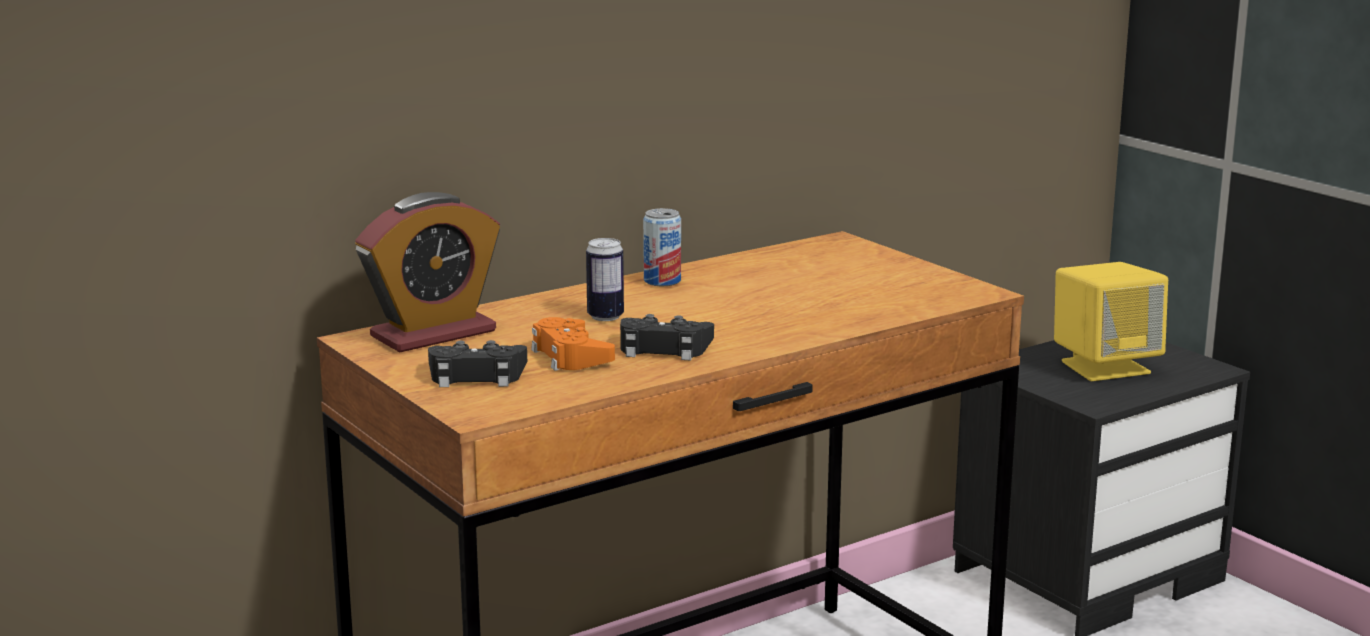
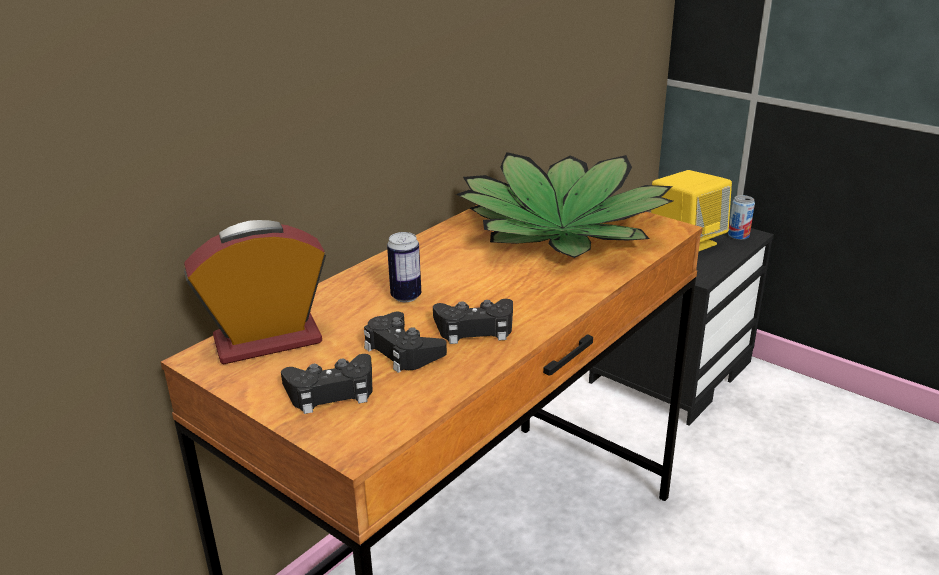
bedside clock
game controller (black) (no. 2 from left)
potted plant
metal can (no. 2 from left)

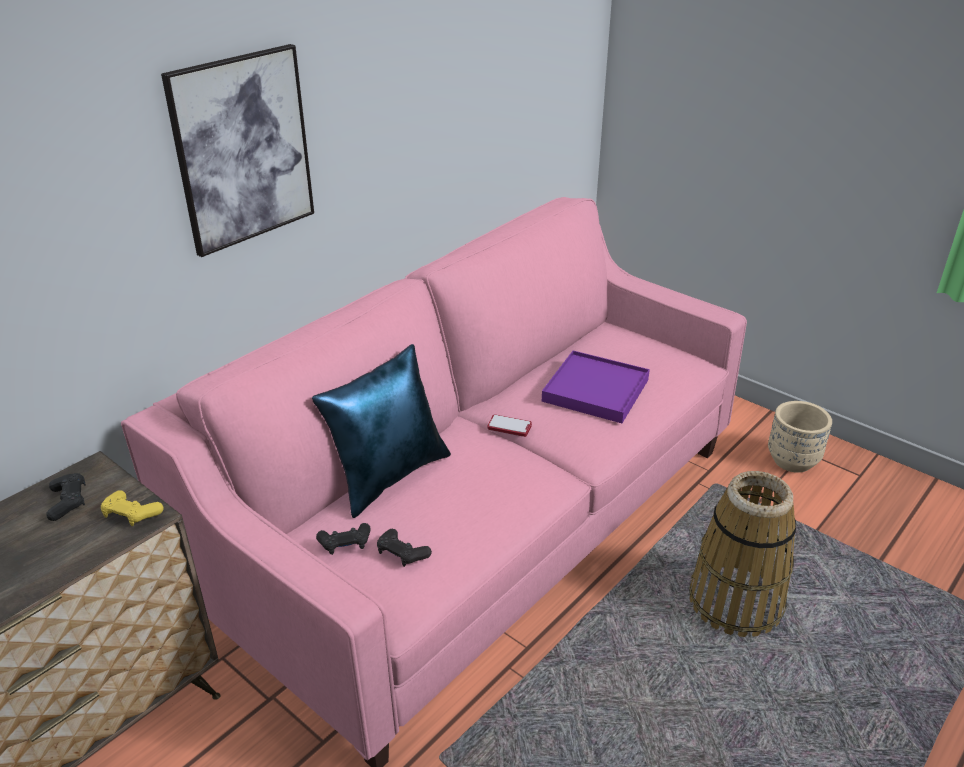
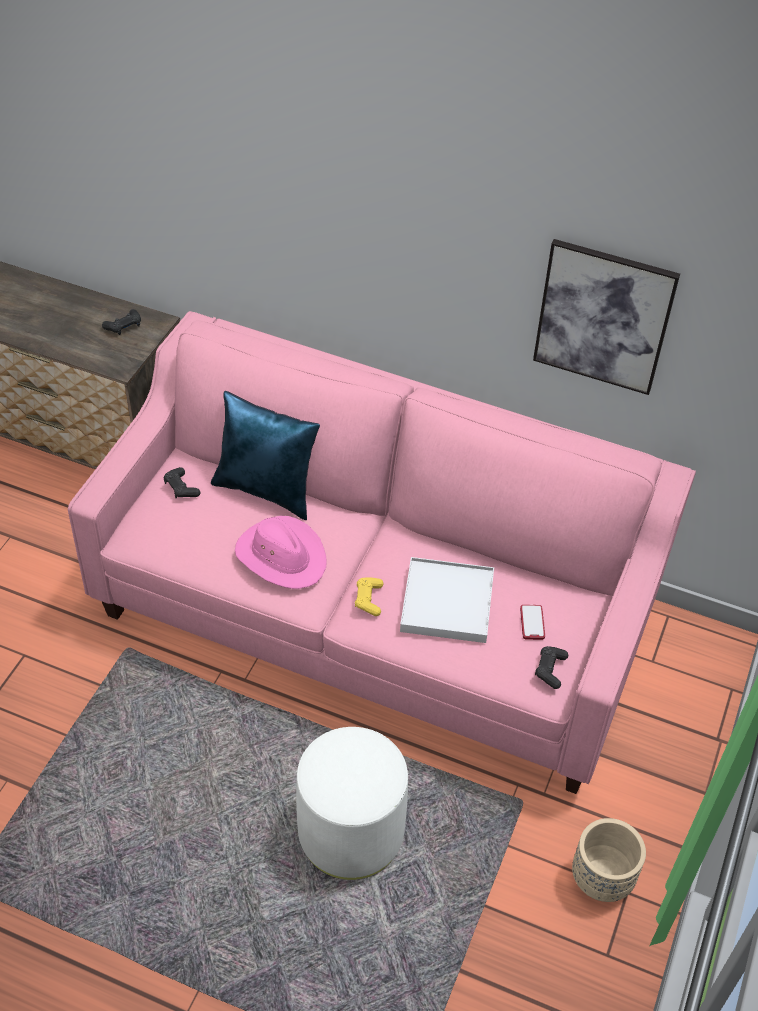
wearable hat (pinkish)
pouffe (white-coloured)
game controller (yellow)
carrying tray (white-coloured)
phone
wall picture
game controller (black) (no. 3 from left)

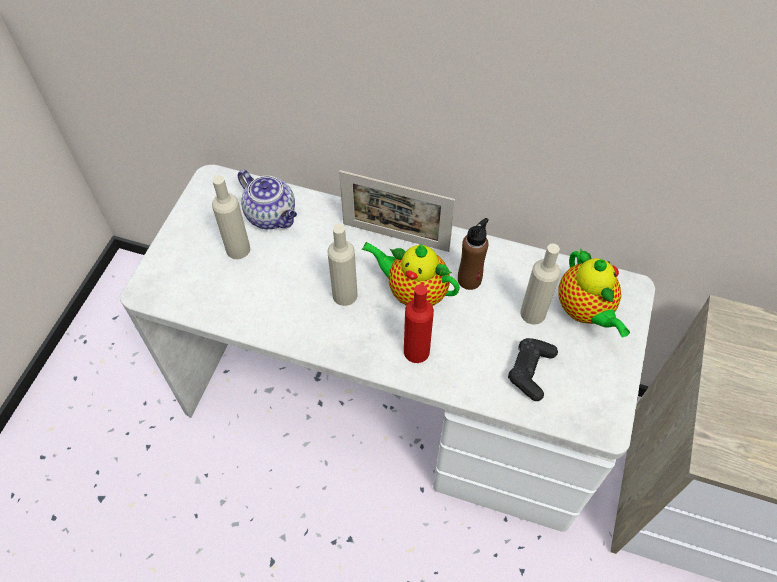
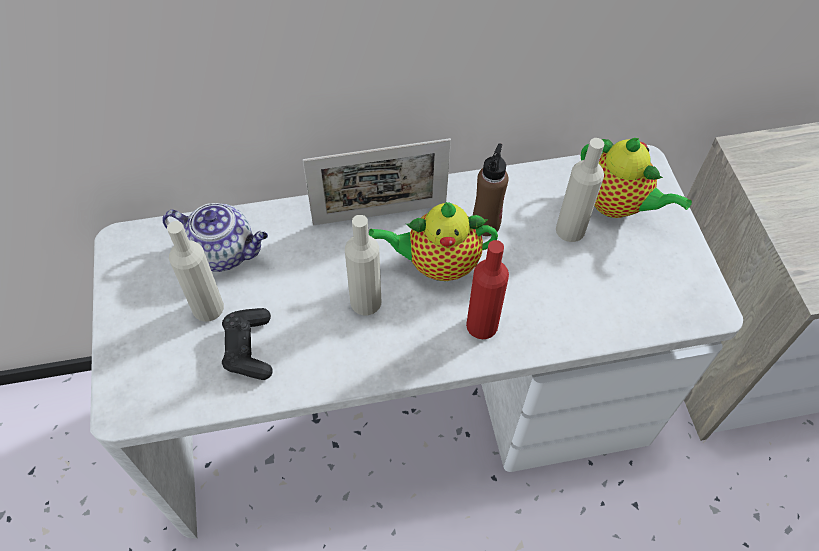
game controller (black)

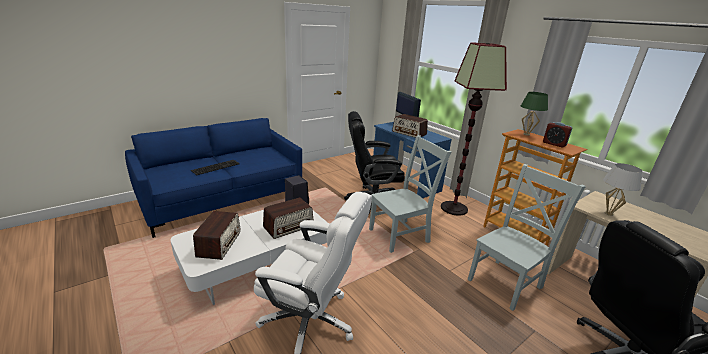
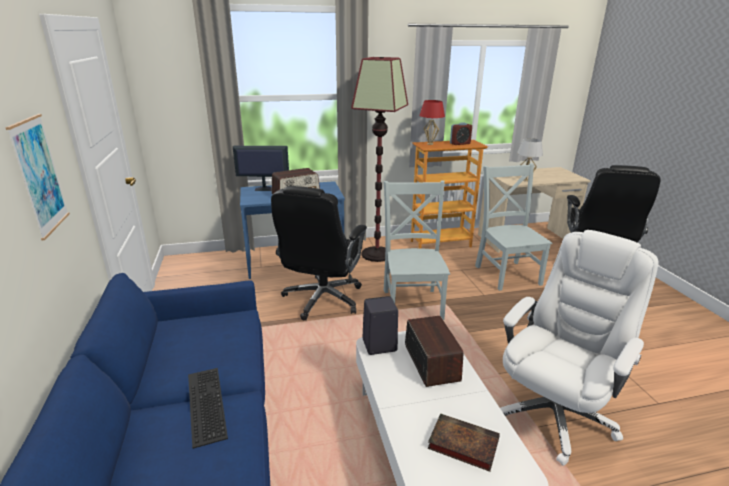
wall picture
table lamp (reddish)
volume

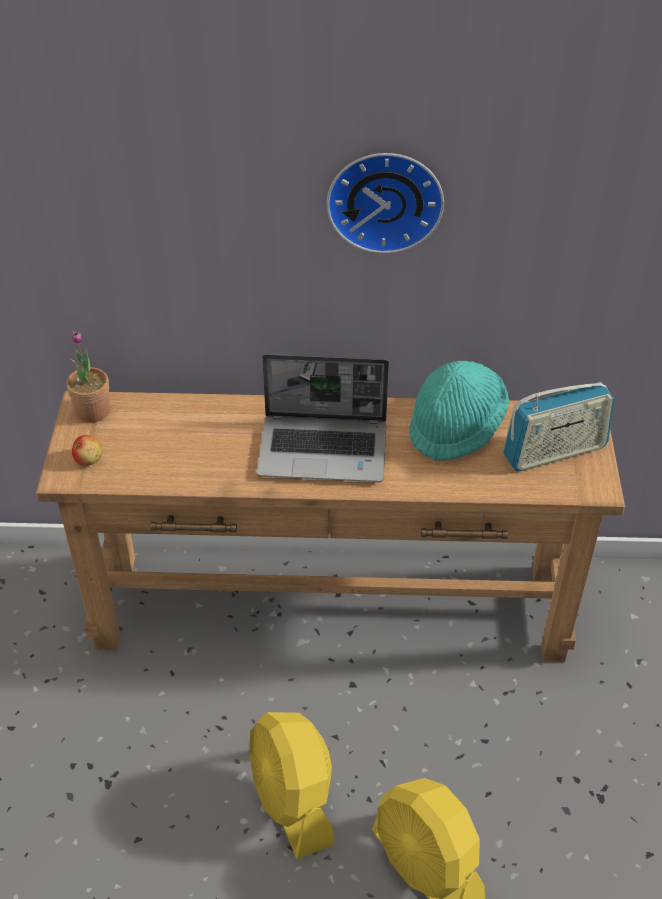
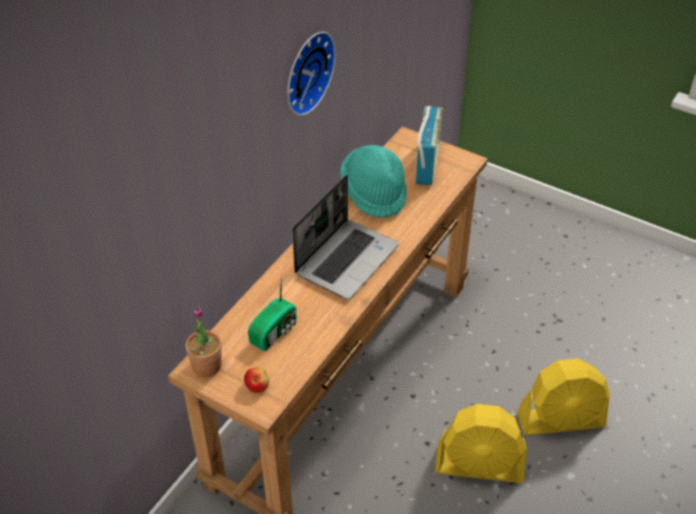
radio (no. 1 from left)

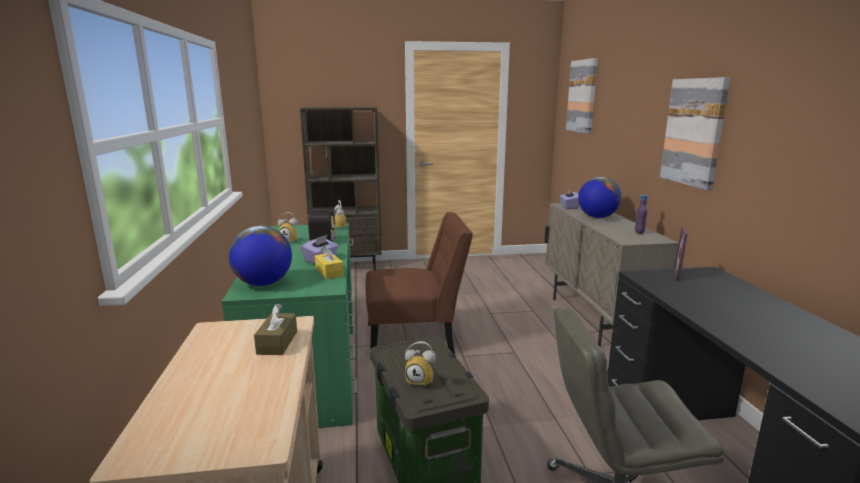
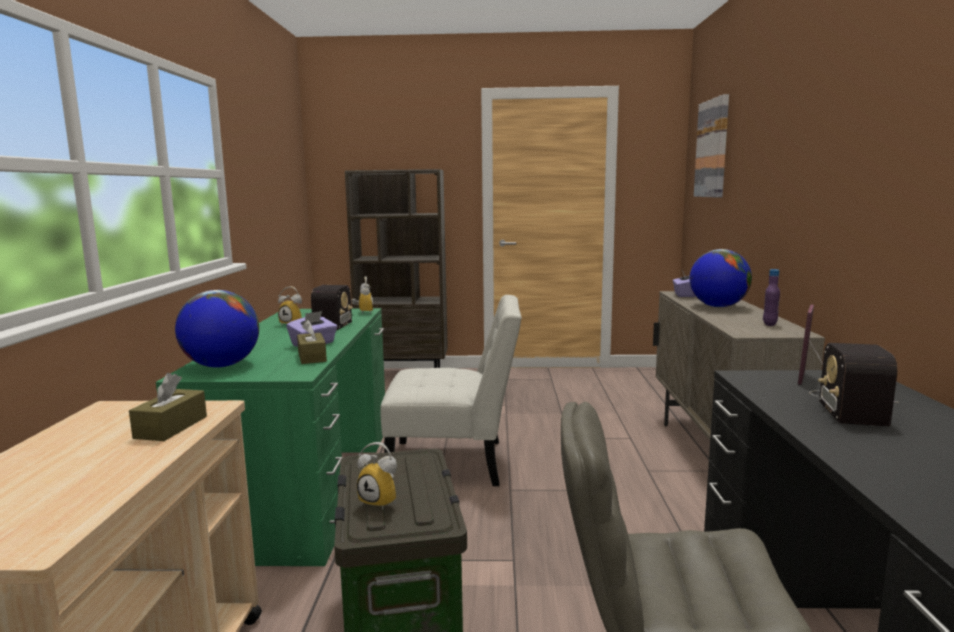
tissue holder (brownish) (no. 2 from left)
upright chair (white-coloured)
radio (no. 2 from left)
wall picture (no. 2 from left in the first image)

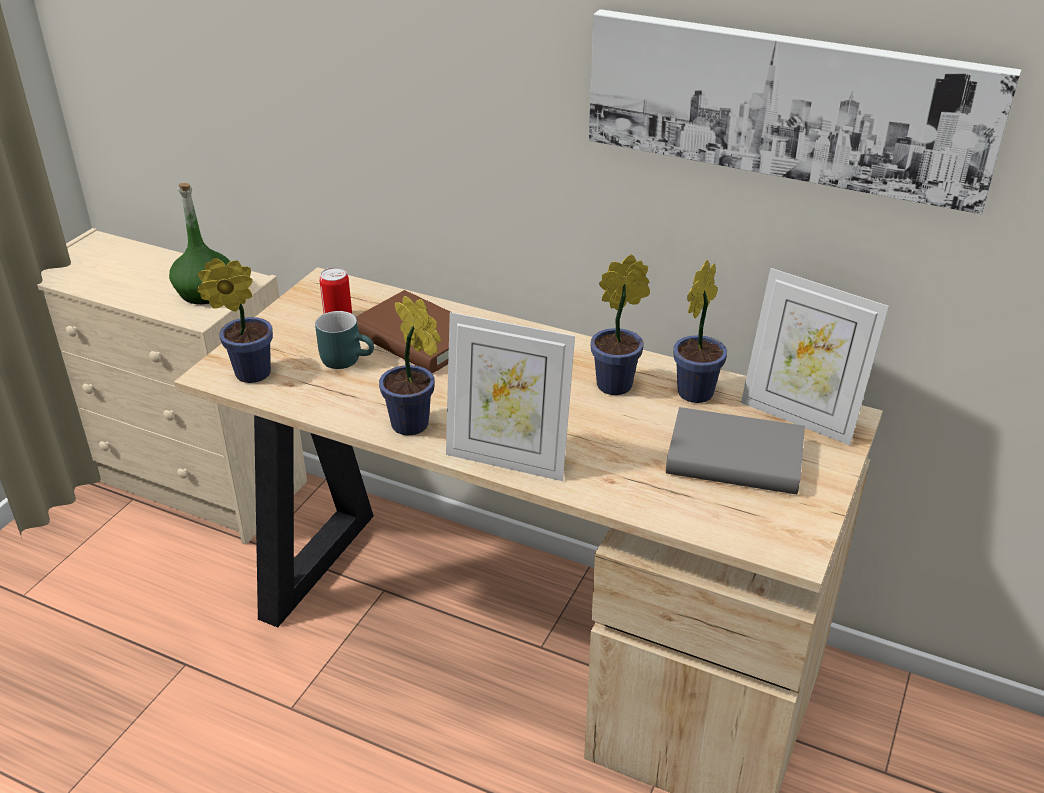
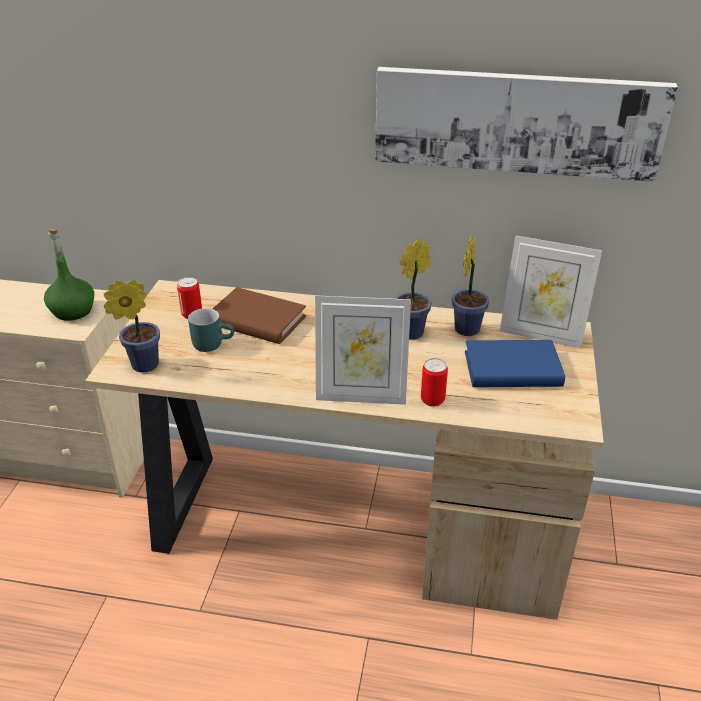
metal can (no. 2 from left)
volume (blue-coloured)
potted plant (no. 2 from left in the first image)

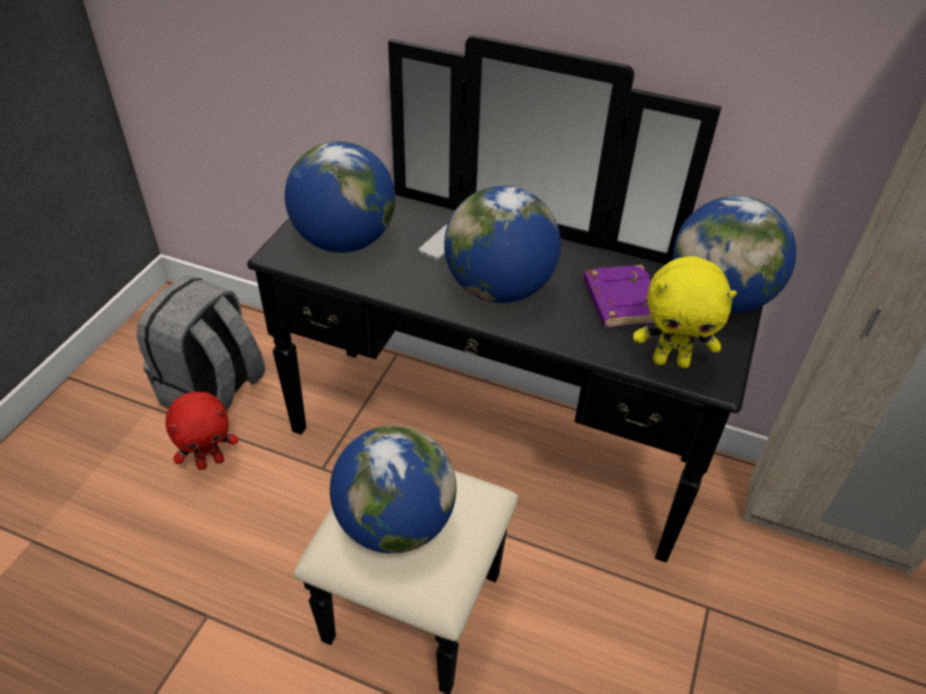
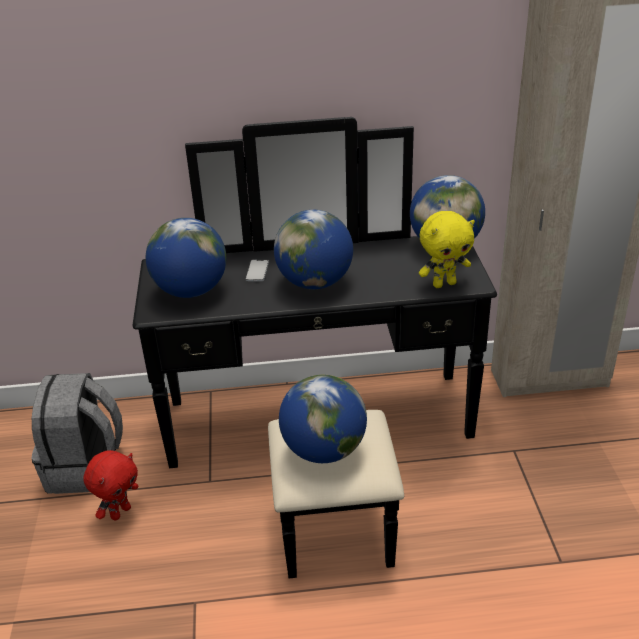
volume (purple)

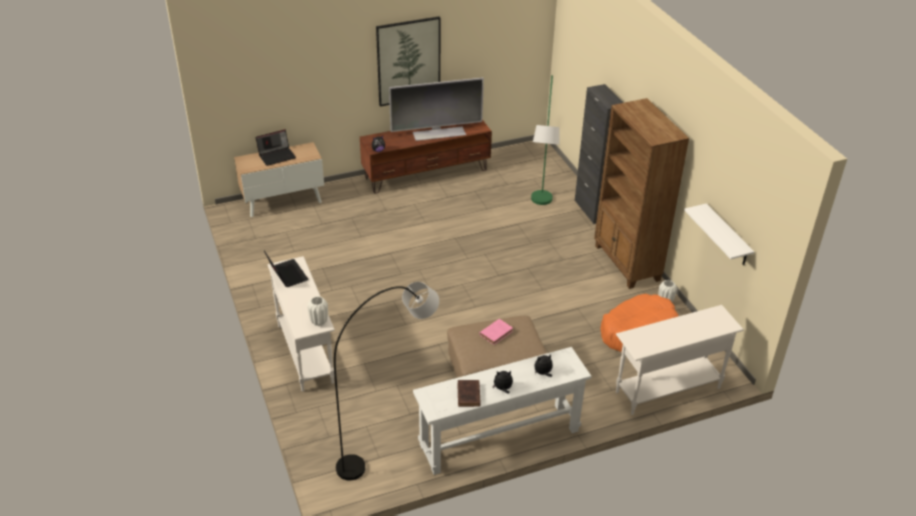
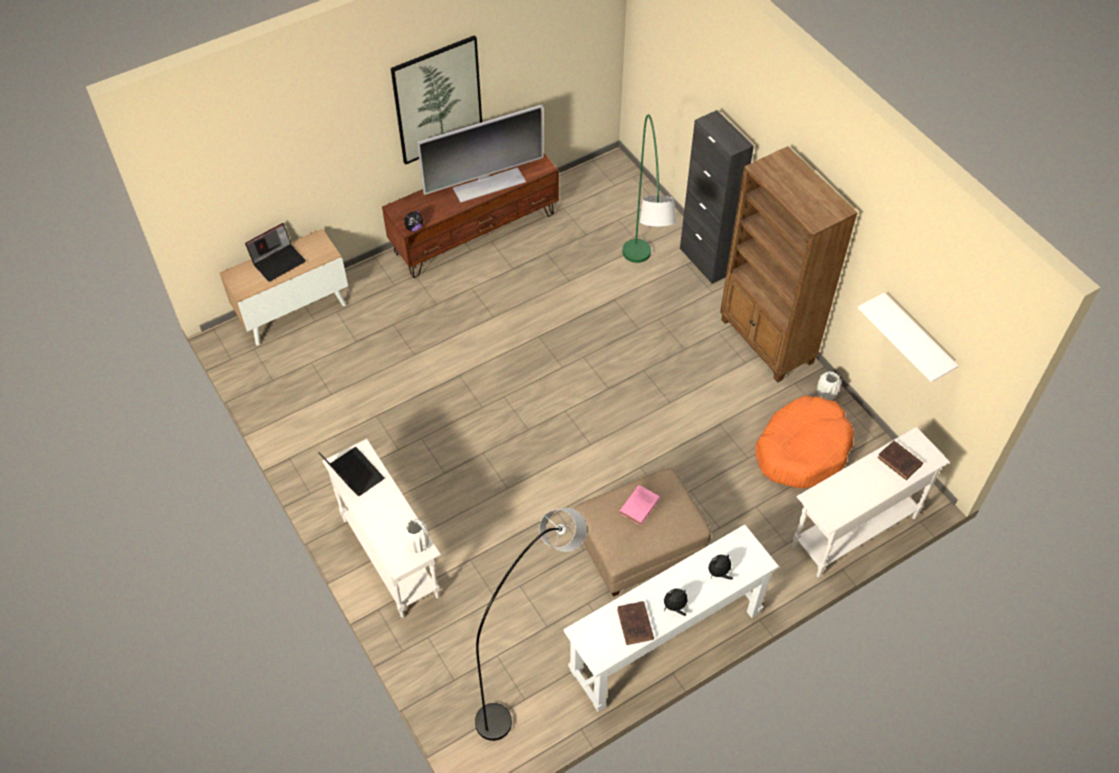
volume (brownish) (no. 2 from left)

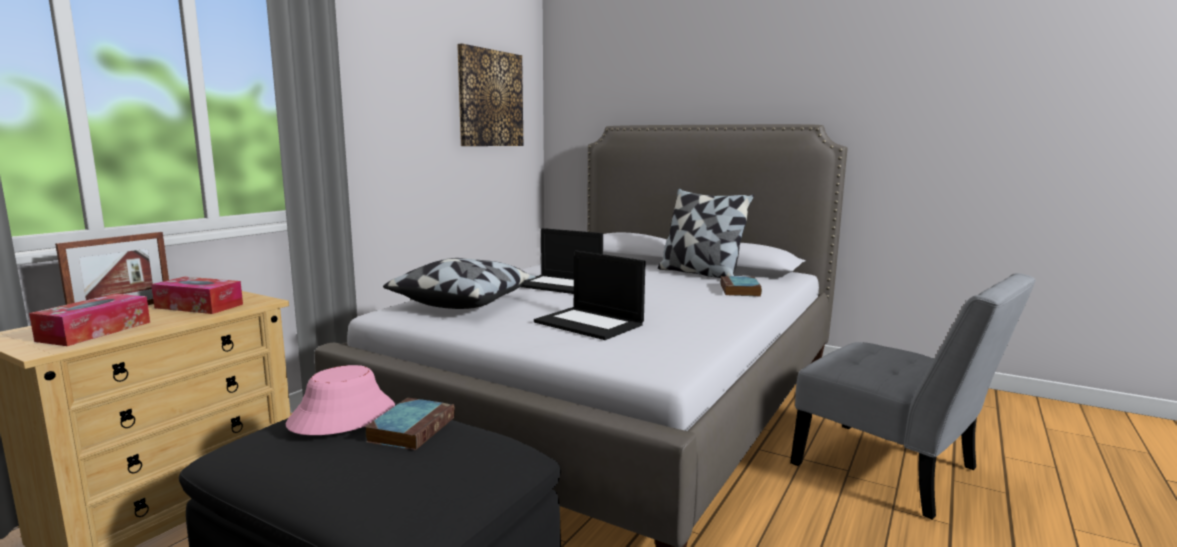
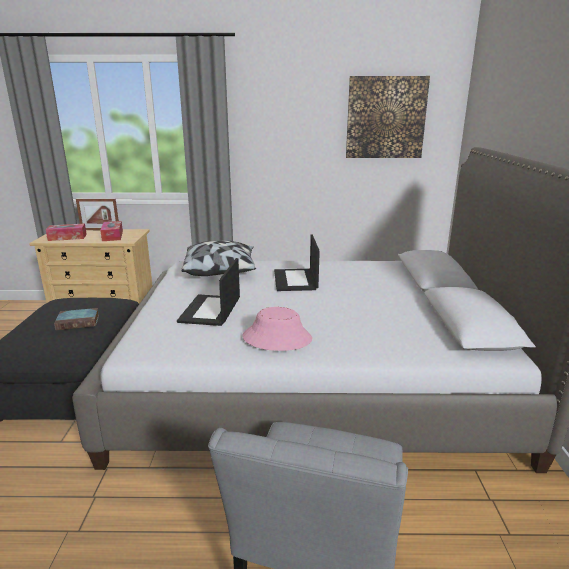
wearable hat (pinkish)
throw pillow (no. 2 from left in the first image)
volume (no. 2 from left in the first image)

